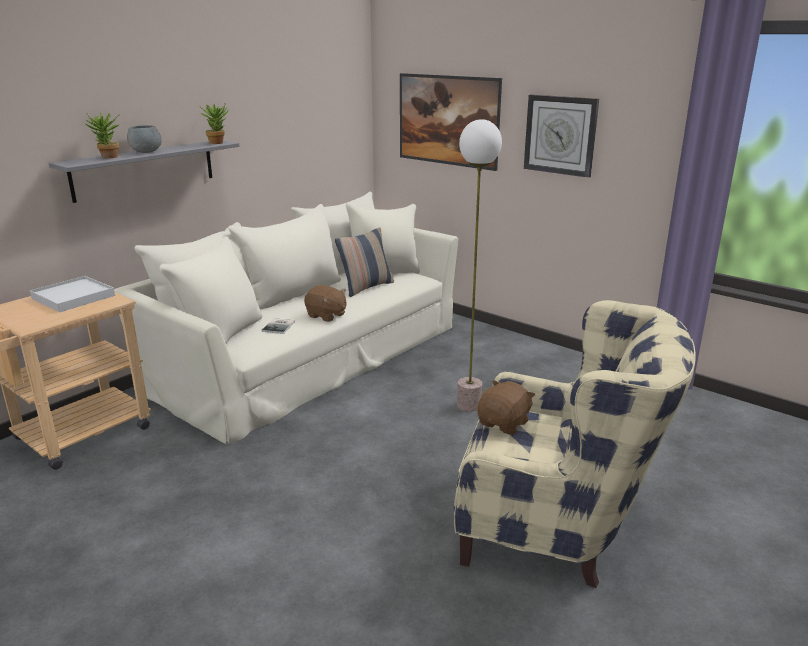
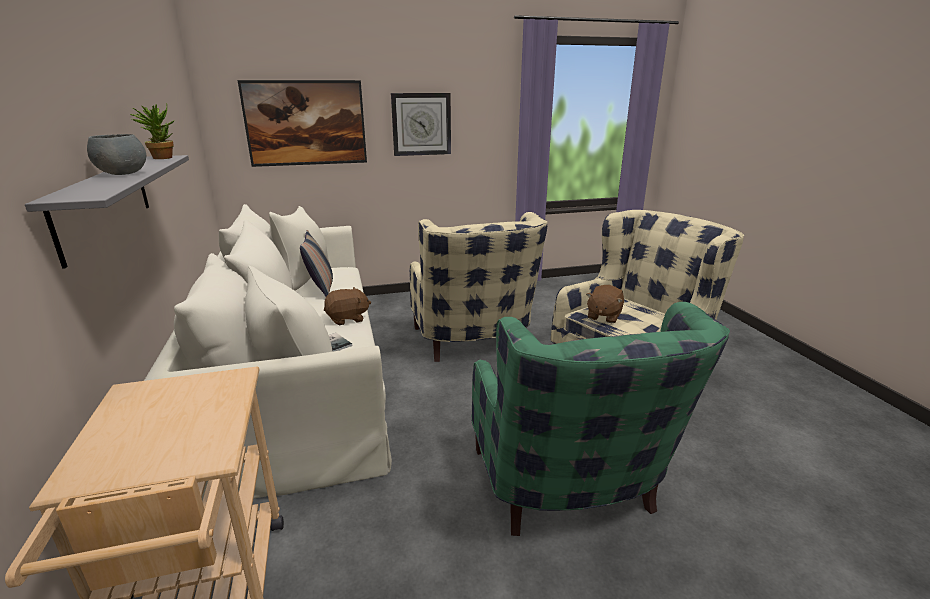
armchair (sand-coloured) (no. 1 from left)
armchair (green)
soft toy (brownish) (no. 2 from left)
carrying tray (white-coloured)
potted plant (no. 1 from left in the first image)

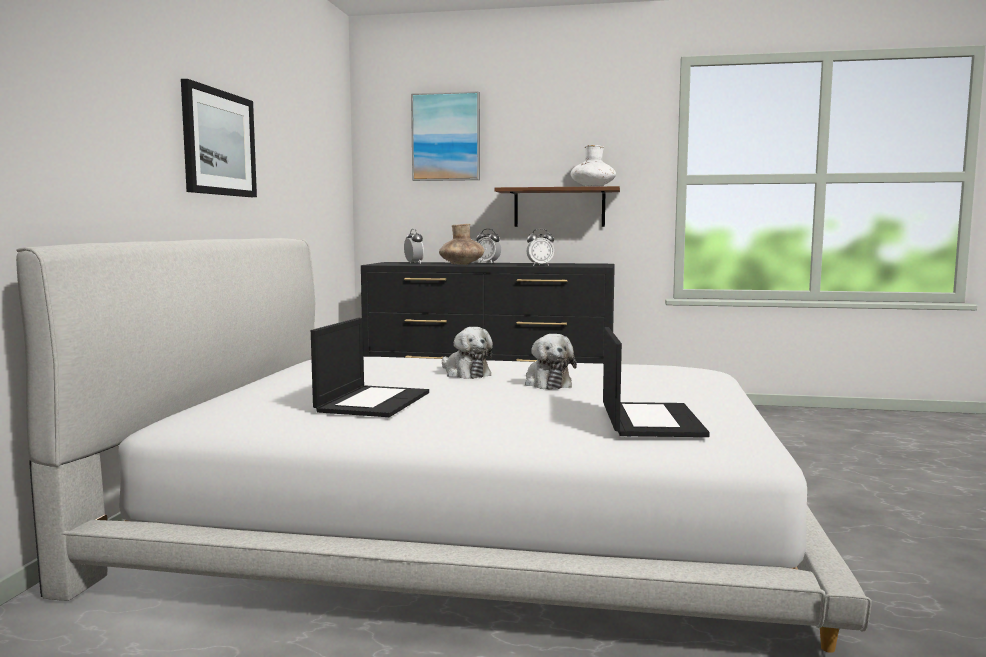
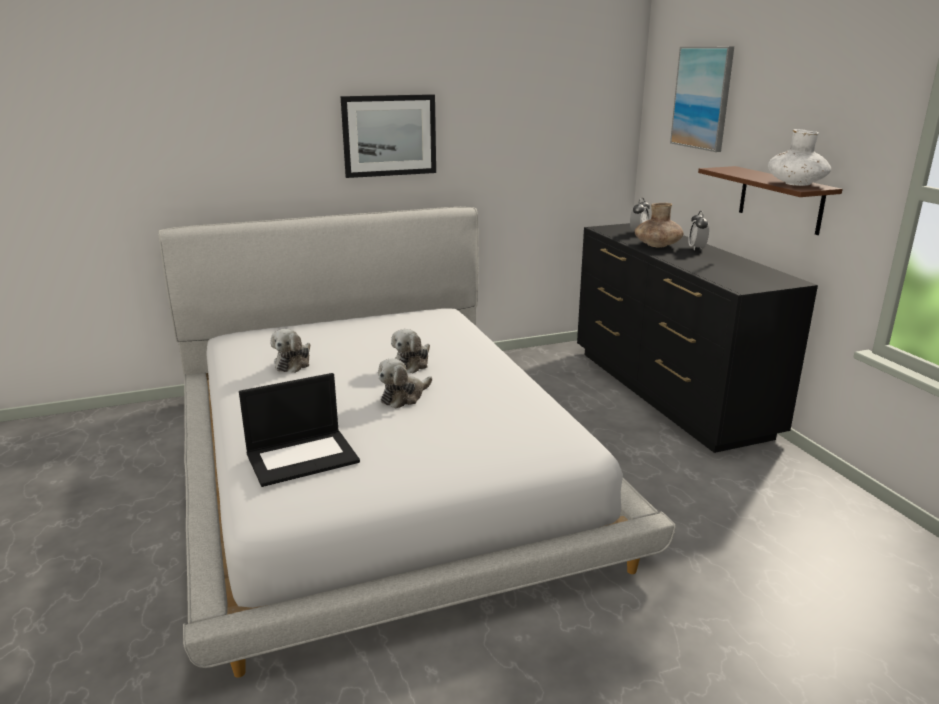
soft toy (no. 1 from left)
bedside clock (no. 3 from left in the first image)

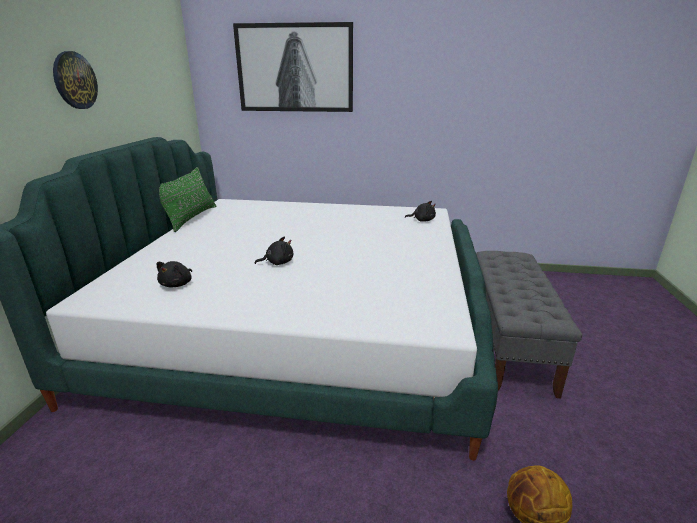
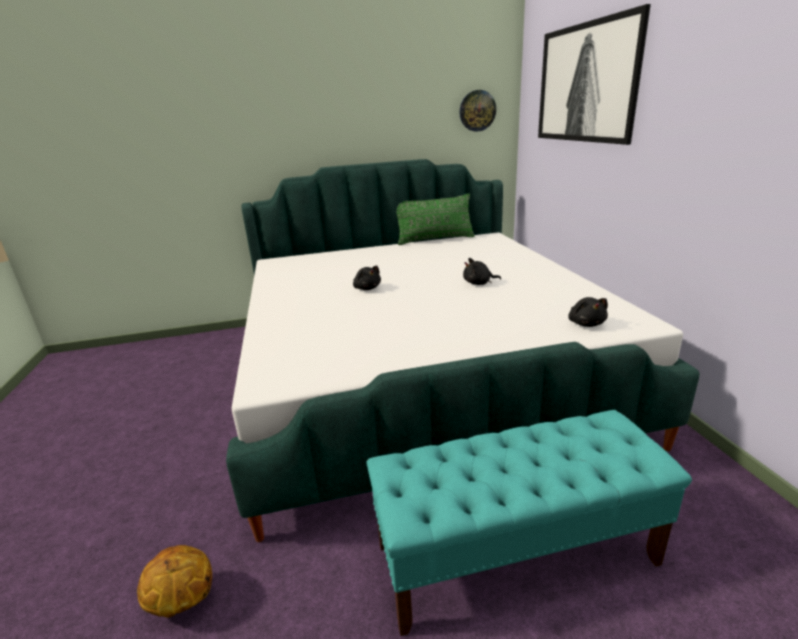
long seat (turquoise)
clock on the wall
soft toy (black) (no. 2 from left)

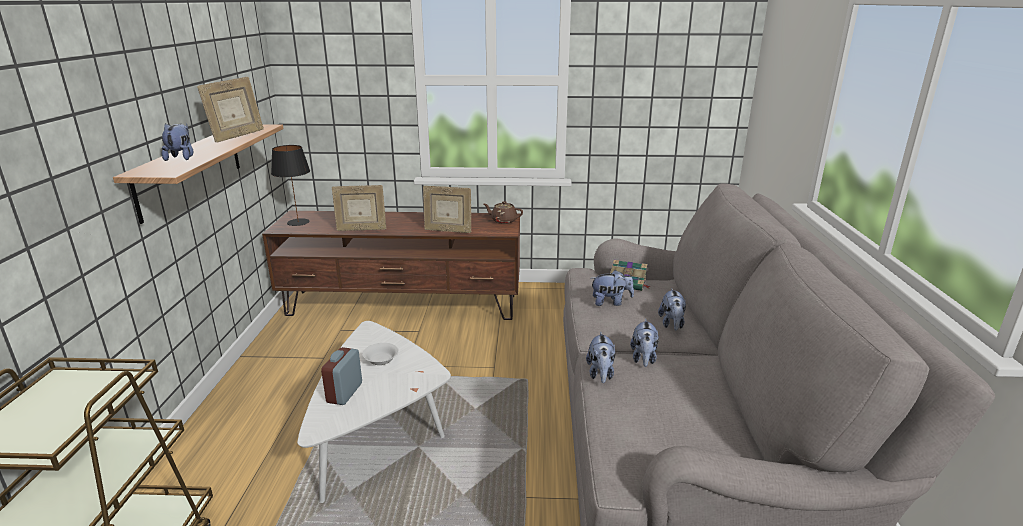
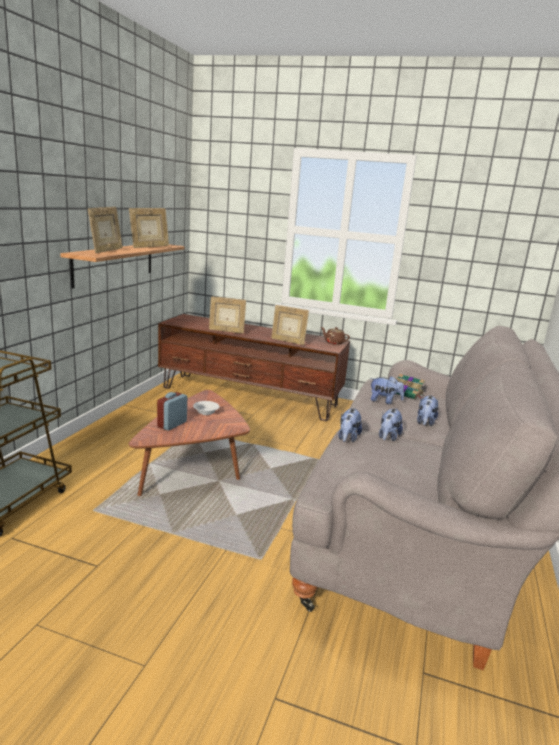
standing frame (no. 1 from left)
coffee table (brownish)
table lamp (black)

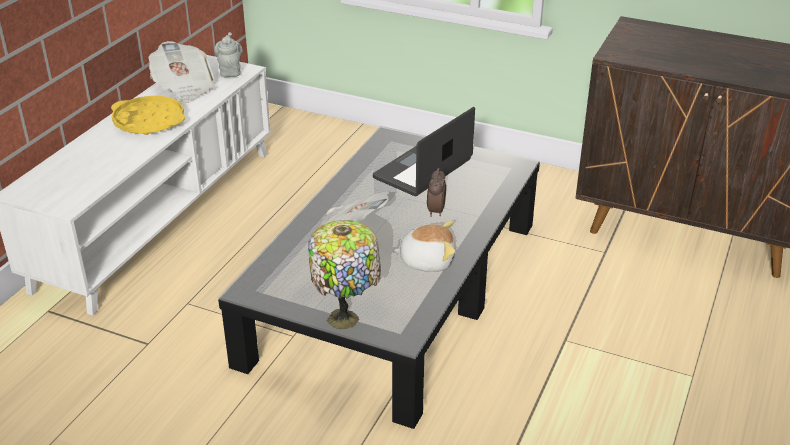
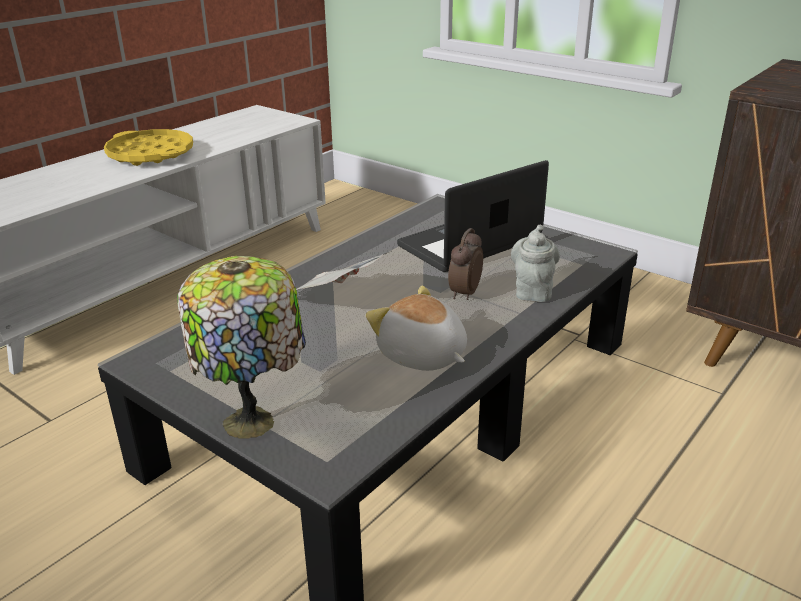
soft toy
tea pot (grey)
newspaper (no. 1 from left in the first image)

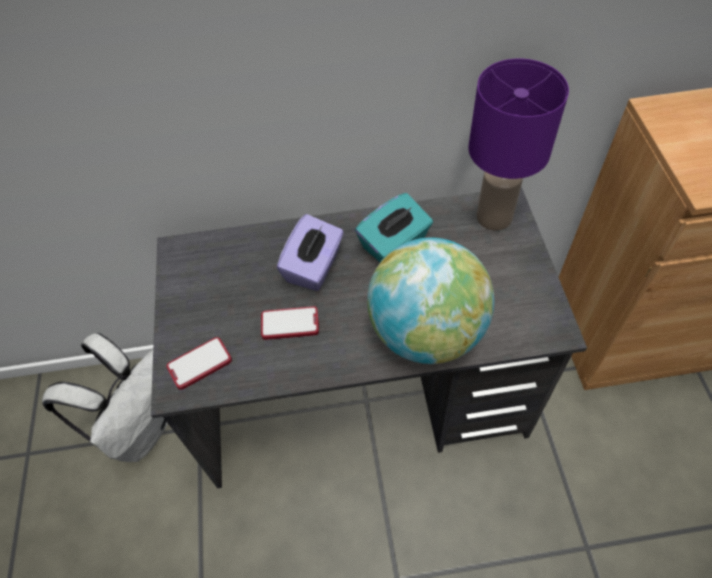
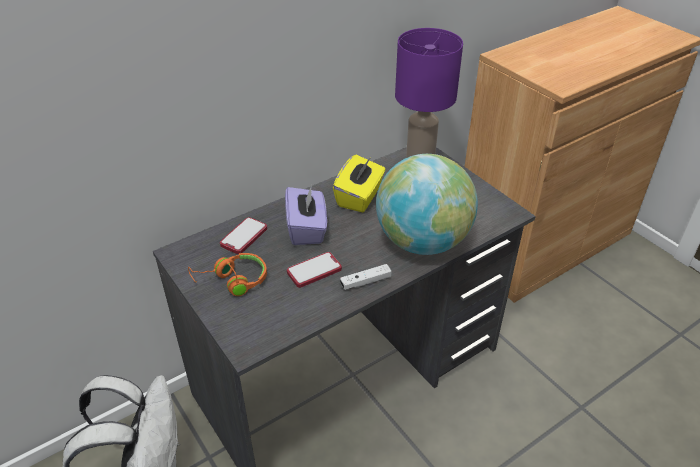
headphones (orange-coloured)
phone (no. 1 from left)
tissue holder (yellow)
game controller (white-coloured)

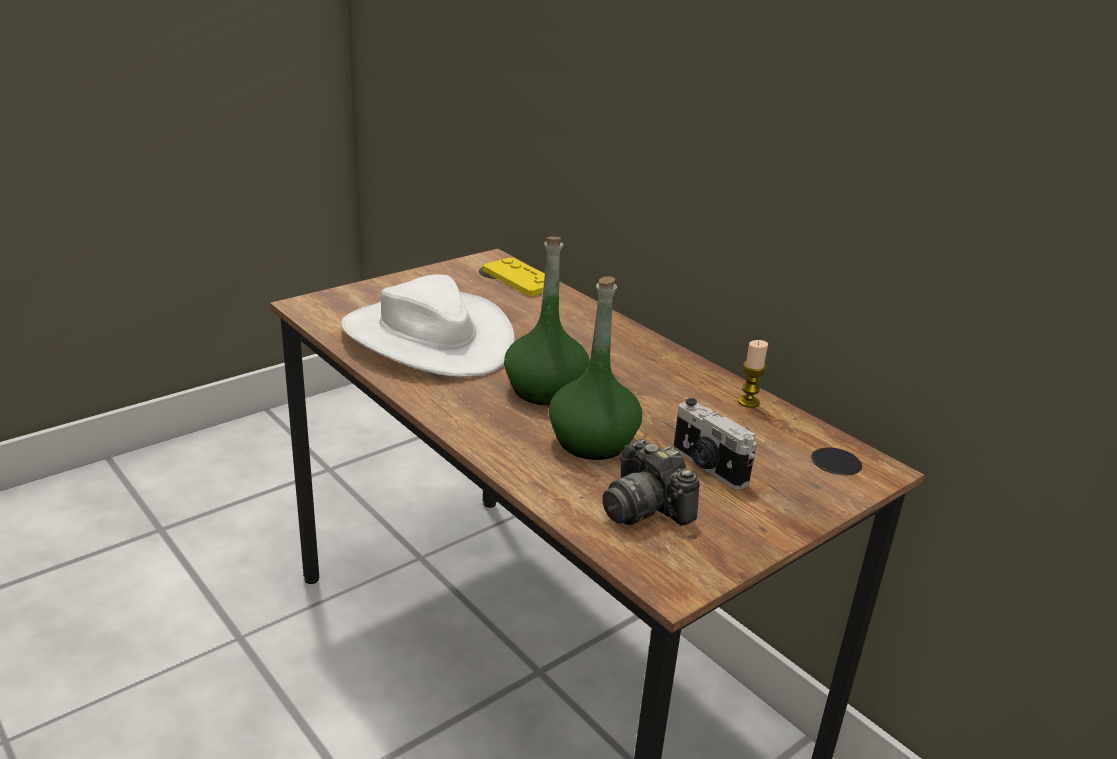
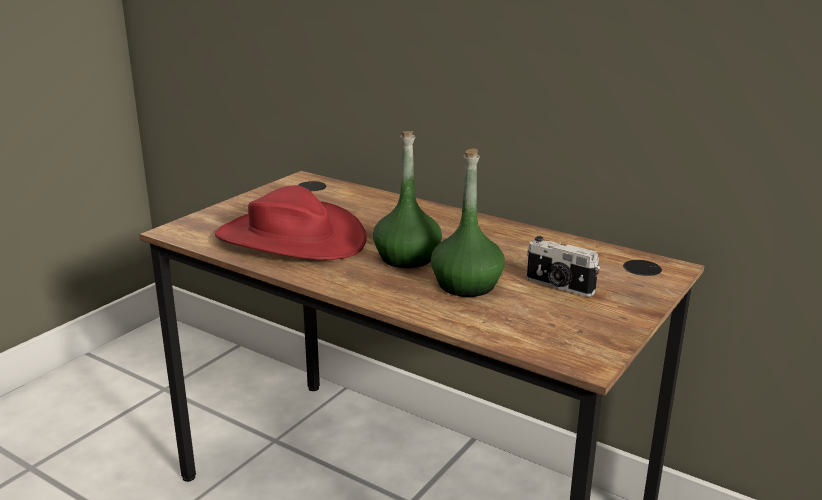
wearable hat (reddish)
game controller (yellow)
photo camera (no. 1 from left in the first image)
wax candle

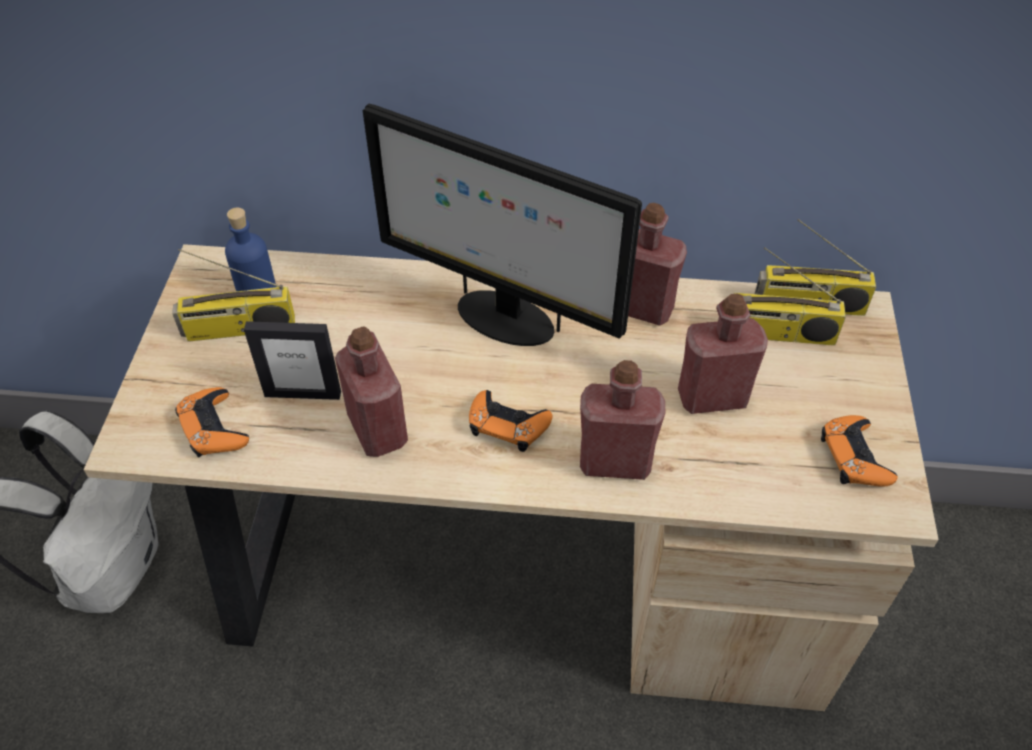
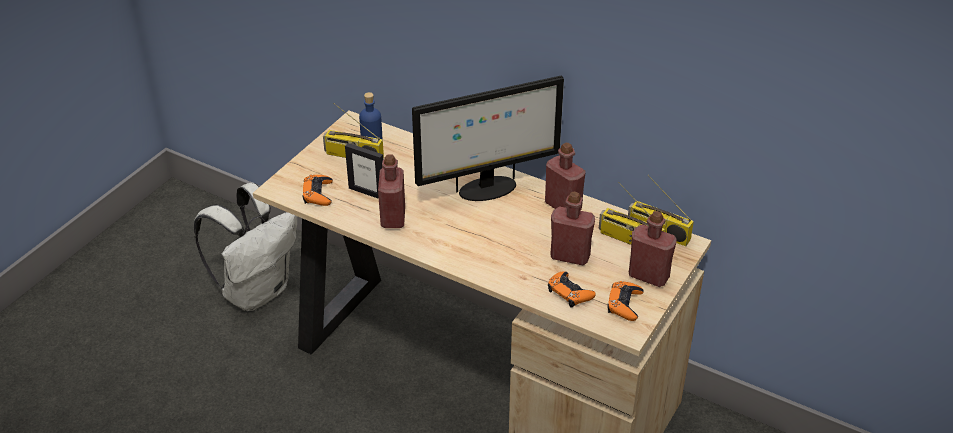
computer screen
game controller (orange-coloured) (no. 2 from left)
beverage bottle (reddish) (no. 4 from left)

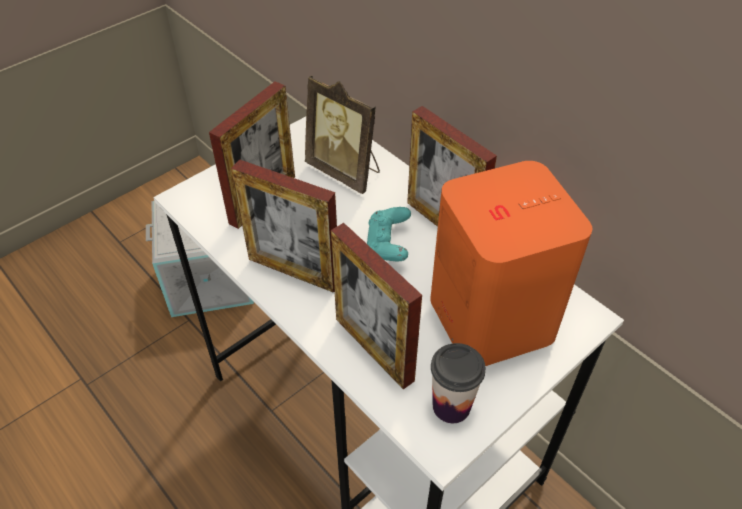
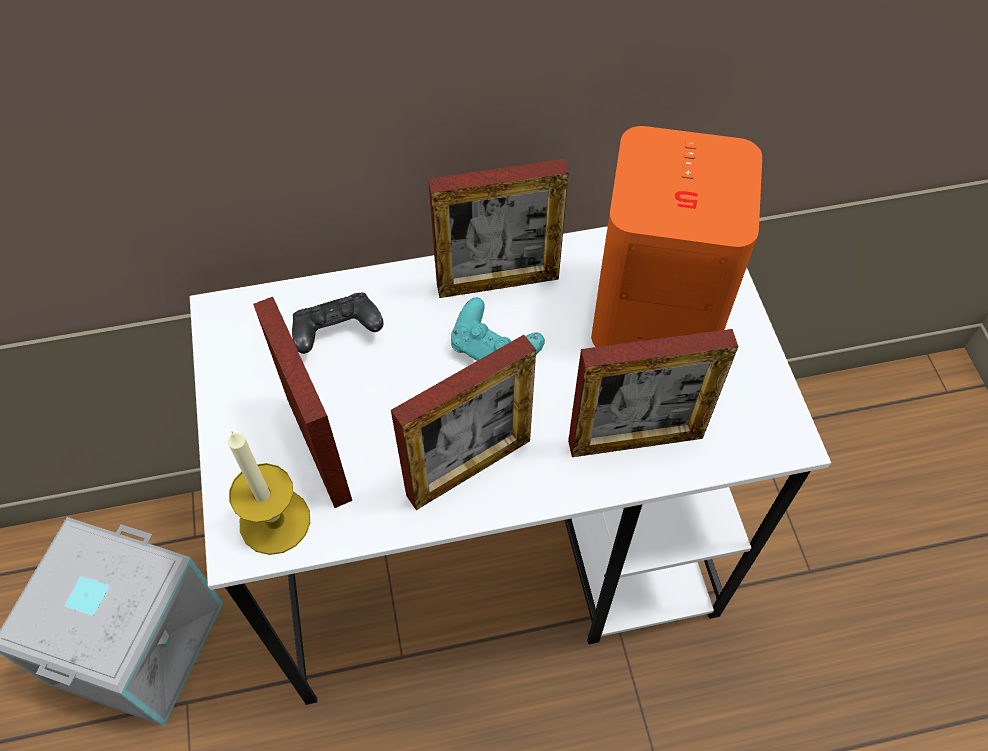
wax candle
game controller (black)
drinking cup

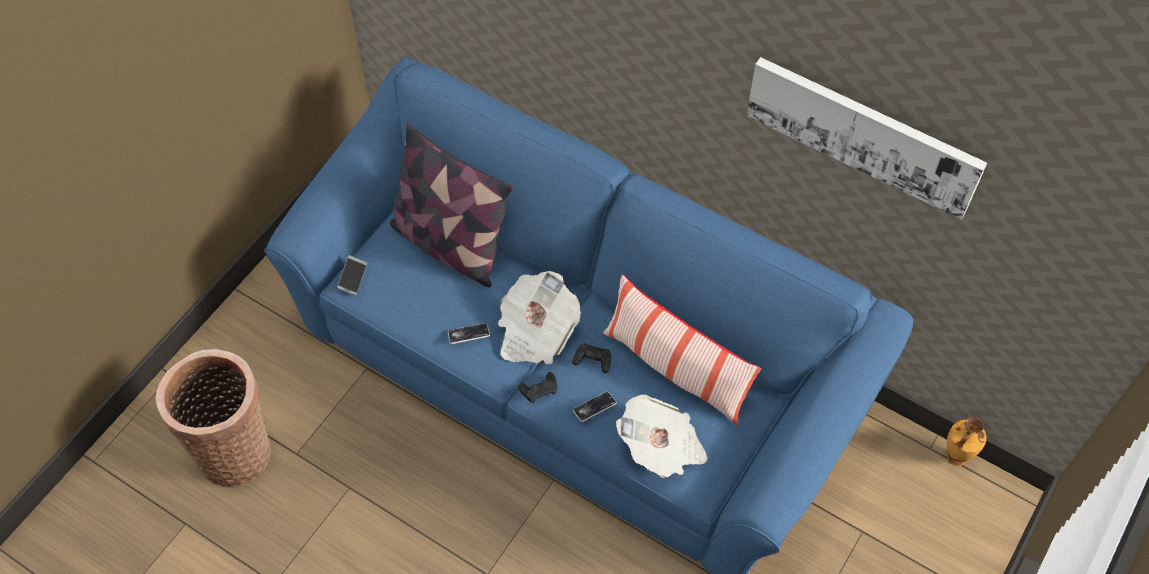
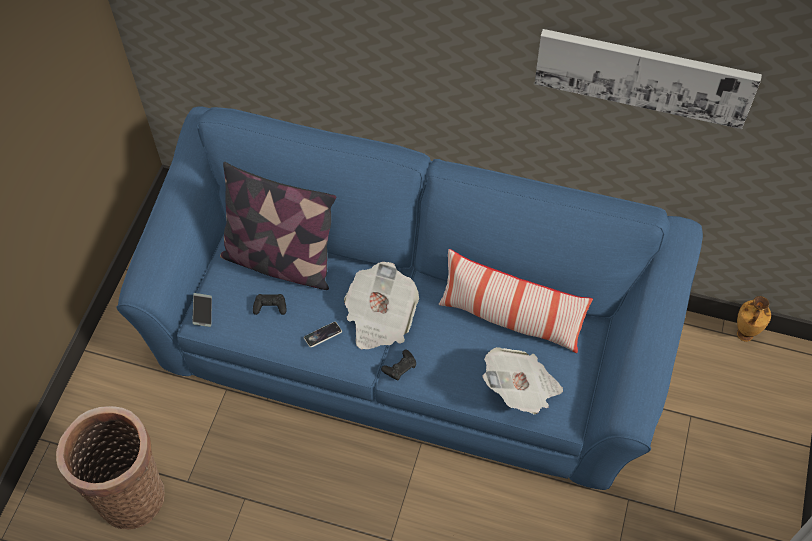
game controller (black) (no. 1 from left)
phone (no. 3 from left in the first image)

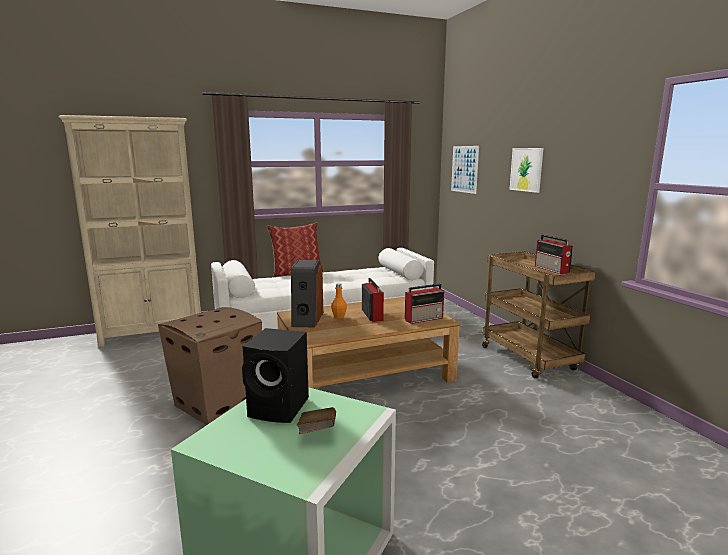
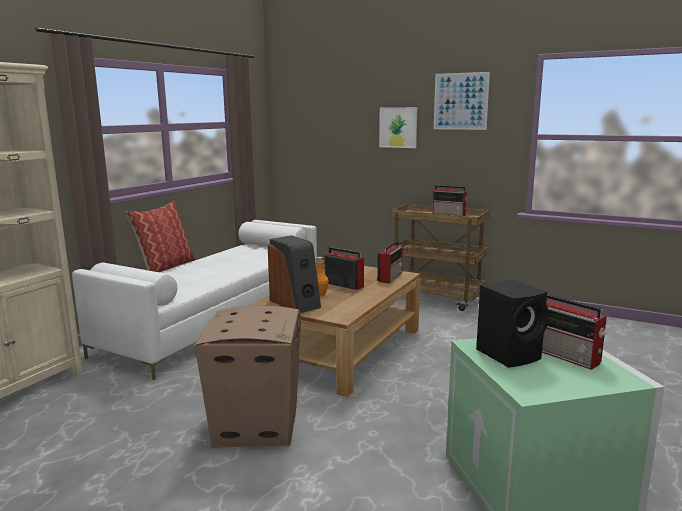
wall picture (no. 2 from left)
radio (no. 4 from left)

